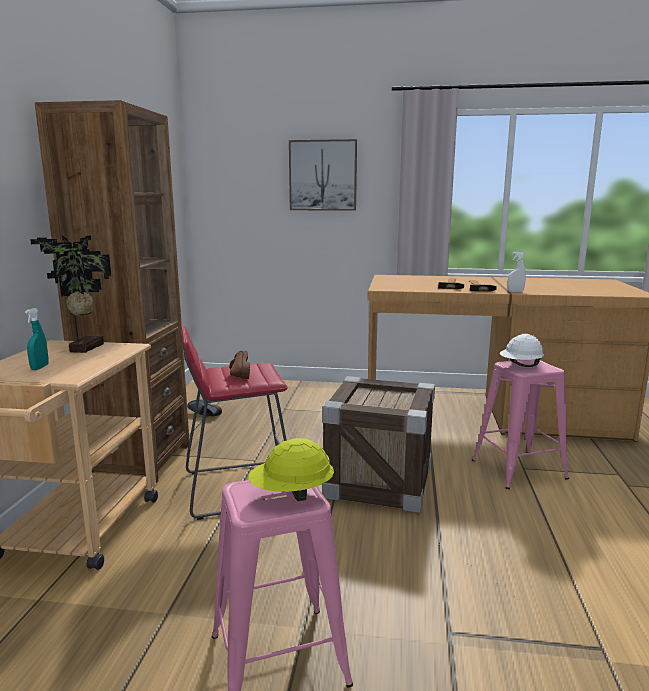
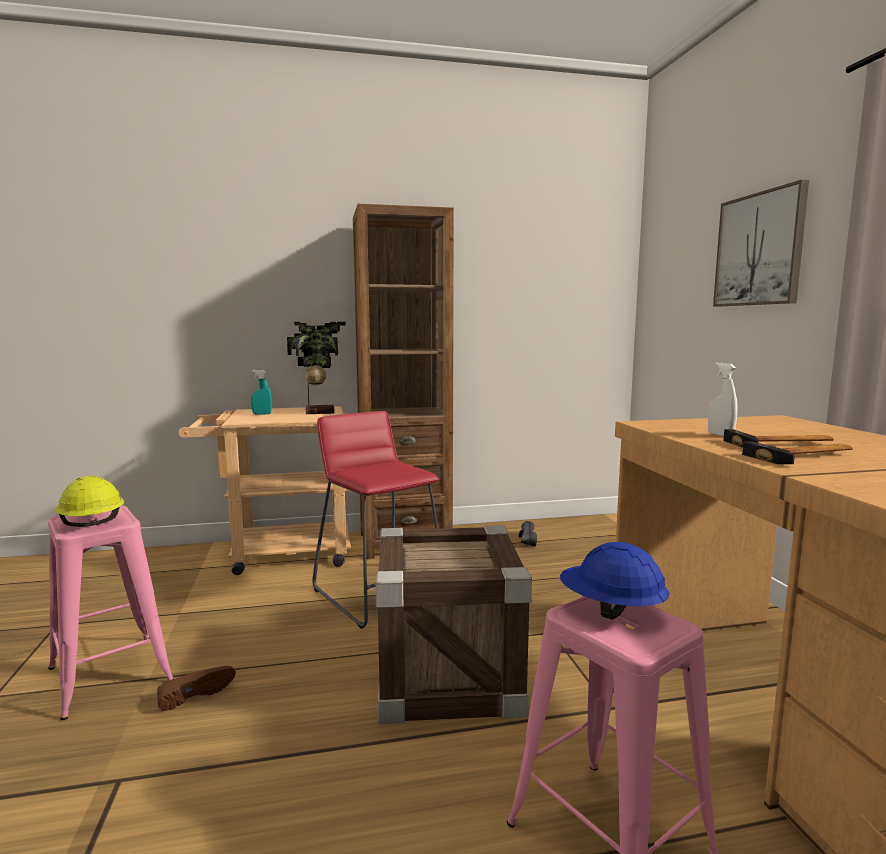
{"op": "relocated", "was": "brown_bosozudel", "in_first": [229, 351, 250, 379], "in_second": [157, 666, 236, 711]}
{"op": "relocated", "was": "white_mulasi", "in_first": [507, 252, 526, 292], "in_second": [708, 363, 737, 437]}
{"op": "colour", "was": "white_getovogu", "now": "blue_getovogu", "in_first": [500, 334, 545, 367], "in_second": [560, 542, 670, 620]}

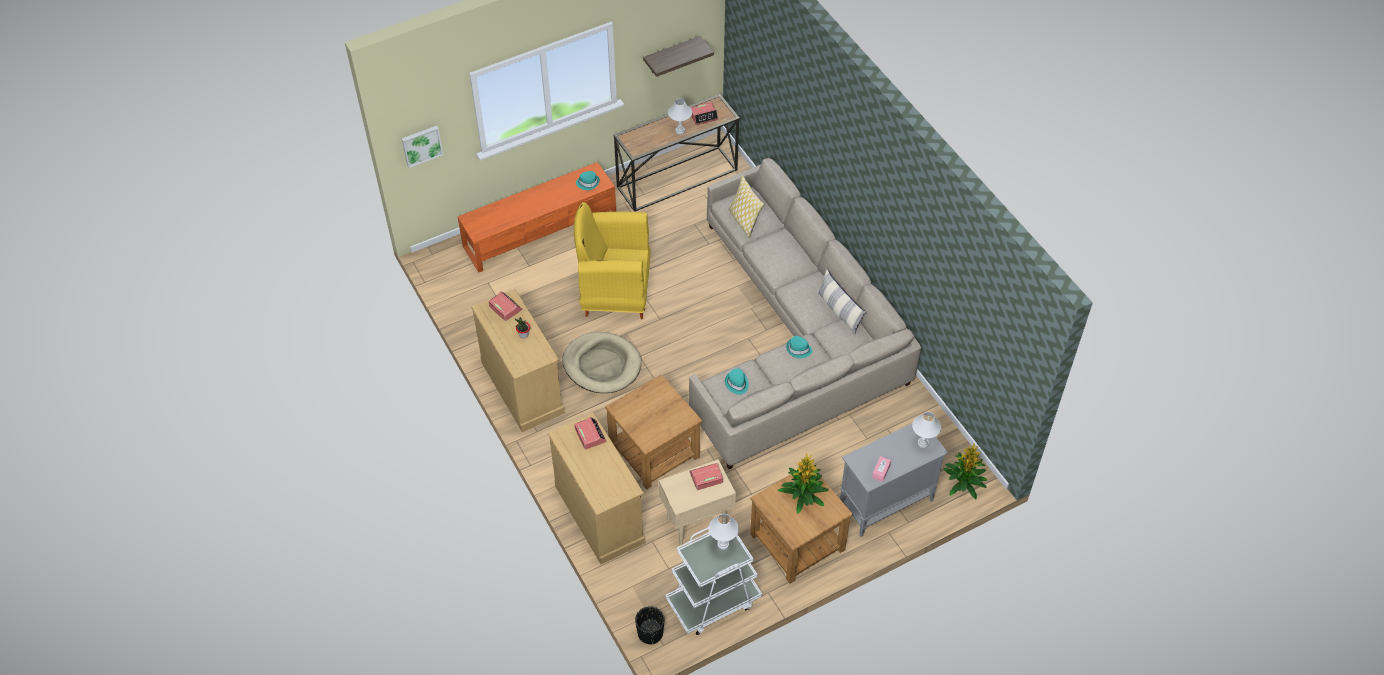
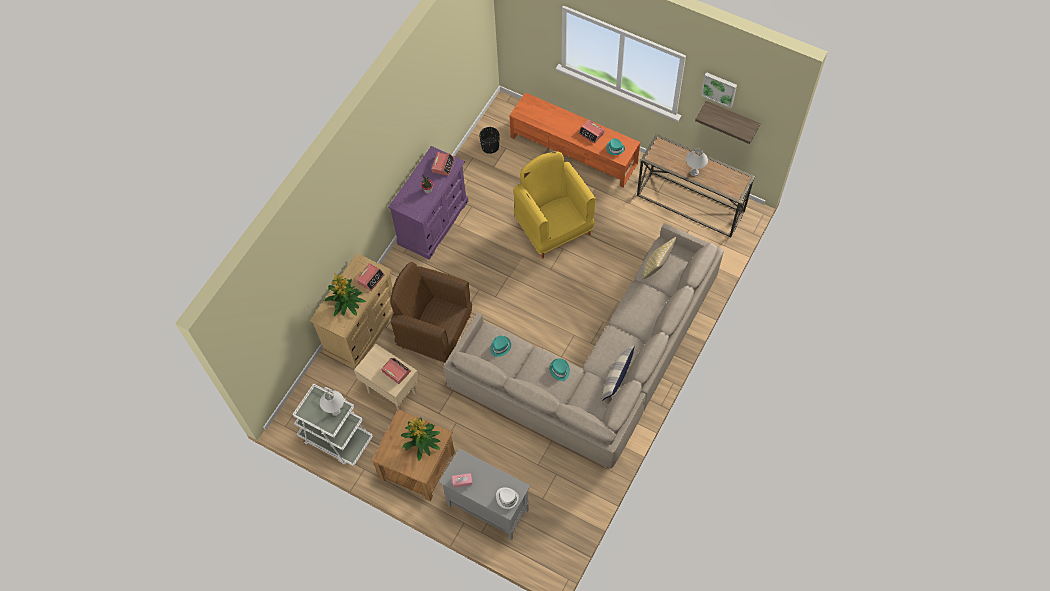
{"op": "missing", "was": "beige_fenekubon", "in_first": [562, 332, 642, 393]}
{"op": "relocated", "was": "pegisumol", "in_first": [402, 126, 443, 168], "in_second": [701, 72, 737, 108]}
{"op": "relocated", "was": "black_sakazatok", "in_first": [635, 606, 665, 644], "in_second": [479, 127, 499, 154]}
{"op": "relocated", "was": "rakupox", "in_first": [690, 102, 718, 125], "in_second": [578, 120, 605, 144]}
{"op": "relocated", "was": "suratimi", "in_first": [944, 444, 987, 499], "in_second": [325, 273, 366, 316]}
{"op": "exchanged", "was": "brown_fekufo", "now": "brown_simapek", "in_first": [605, 374, 702, 490], "in_second": [390, 262, 472, 363]}
{"op": "exchanged", "was": "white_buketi", "now": "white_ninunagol", "in_first": [912, 412, 941, 448], "in_second": [496, 488, 519, 509]}
{"op": "colour", "was": "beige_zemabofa", "now": "purple_zemabofa", "in_first": [471, 289, 565, 432], "in_second": [388, 146, 468, 260]}

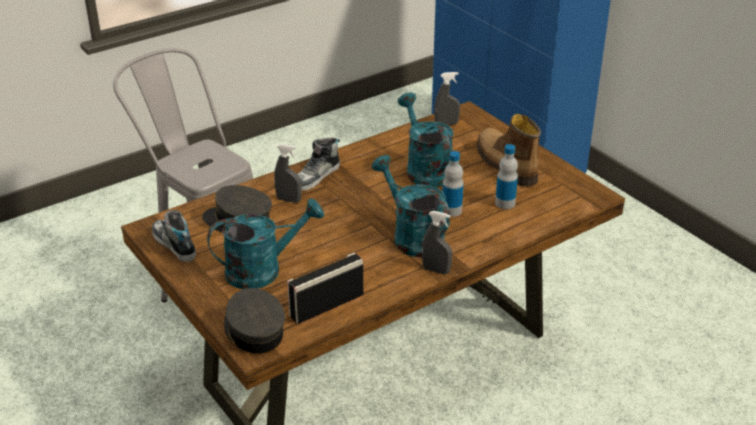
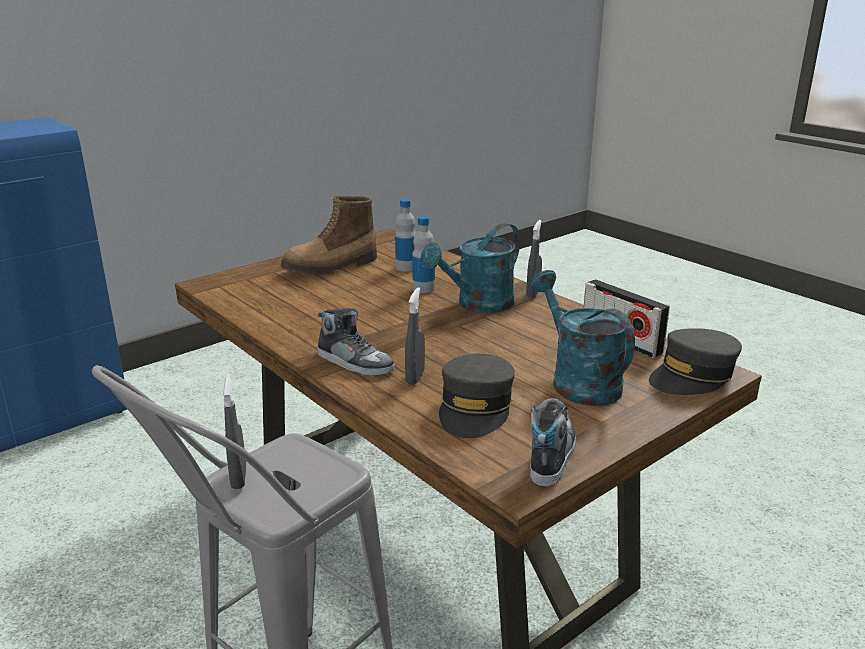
{"op": "missing", "was": "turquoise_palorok", "in_first": [398, 93, 454, 187]}
{"op": "relocated", "was": "grey_mulasi", "in_first": [434, 72, 460, 125], "in_second": [223, 373, 246, 489]}
{"op": "spun", "was": "bosozudel", "in_first": [152, 210, 196, 262], "in_second": [530, 398, 576, 487], "clockwise": 150}

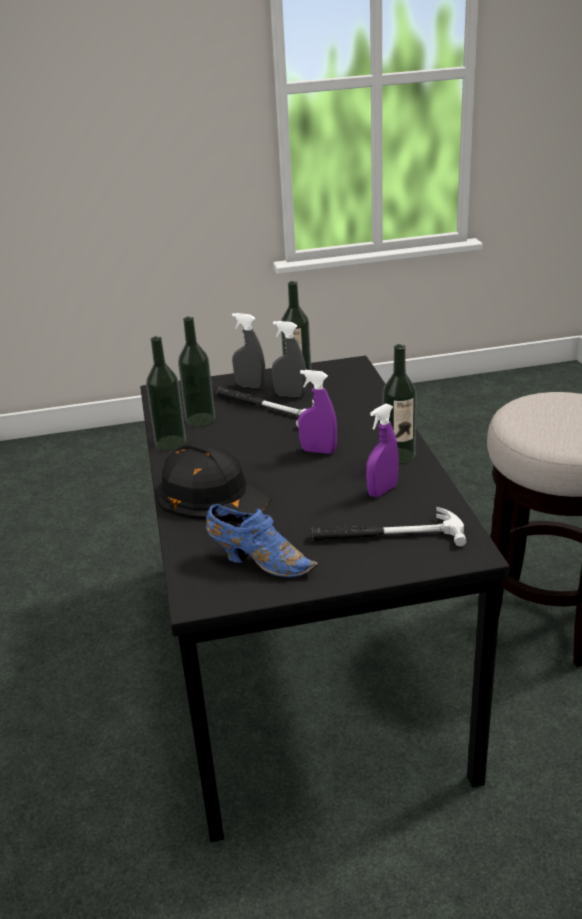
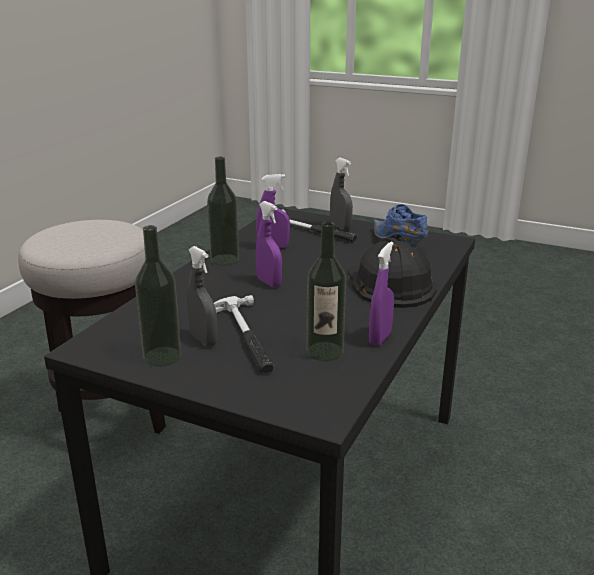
{"op": "relocated", "was": "grey_mulasi", "in_first": [232, 313, 265, 388], "in_second": [330, 158, 353, 230]}
{"op": "exchanged", "was": "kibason", "now": "purple_mulasi", "in_first": [146, 336, 186, 451], "in_second": [369, 242, 394, 346]}

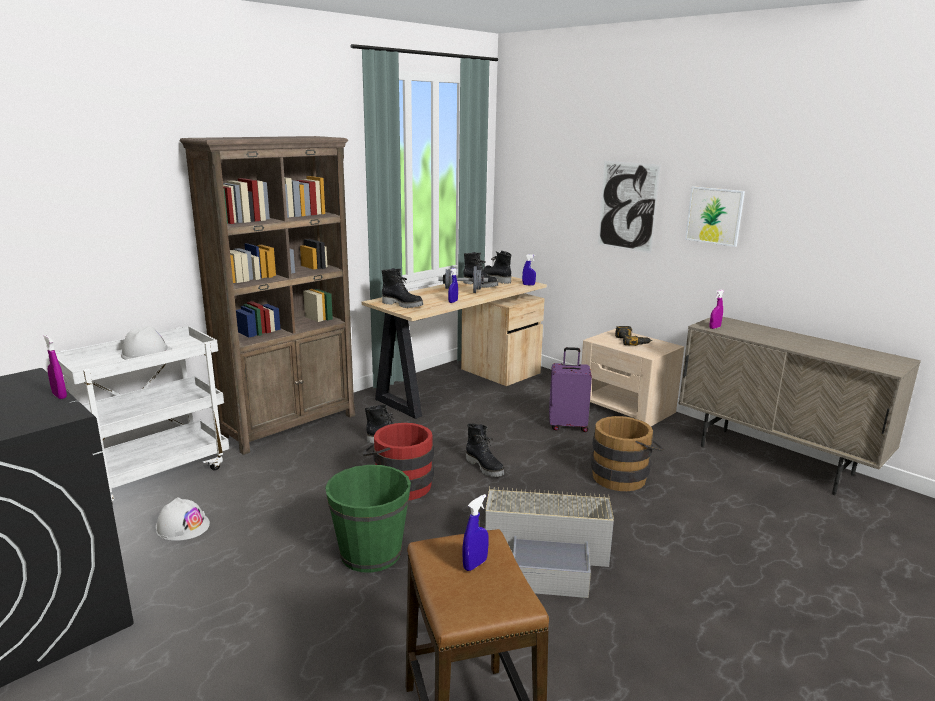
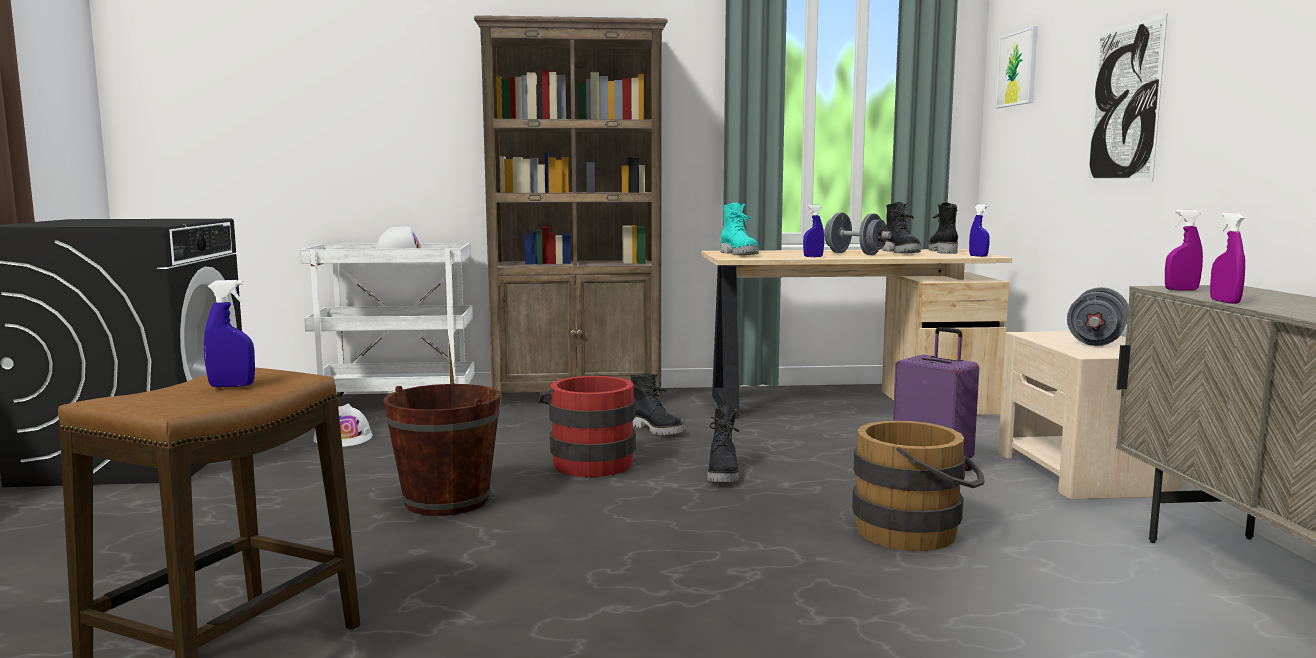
{"op": "missing", "was": "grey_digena", "in_first": [485, 487, 614, 598]}
{"op": "relocated", "was": "purple_mulasi", "in_first": [44, 335, 67, 399], "in_second": [1210, 212, 1245, 304]}
{"op": "relocated", "was": "pegisumol", "in_first": [685, 186, 745, 247], "in_second": [995, 26, 1038, 108]}
{"op": "exchanged", "was": "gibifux", "now": "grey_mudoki", "in_first": [615, 326, 652, 346], "in_second": [1067, 287, 1128, 346]}
{"op": "colour", "was": "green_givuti", "now": "brown_givuti", "in_first": [325, 465, 411, 573], "in_second": [383, 384, 501, 516]}
{"op": "colour", "was": "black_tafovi", "now": "turquoise_tafovi", "in_first": [381, 268, 423, 308], "in_second": [721, 202, 759, 255]}

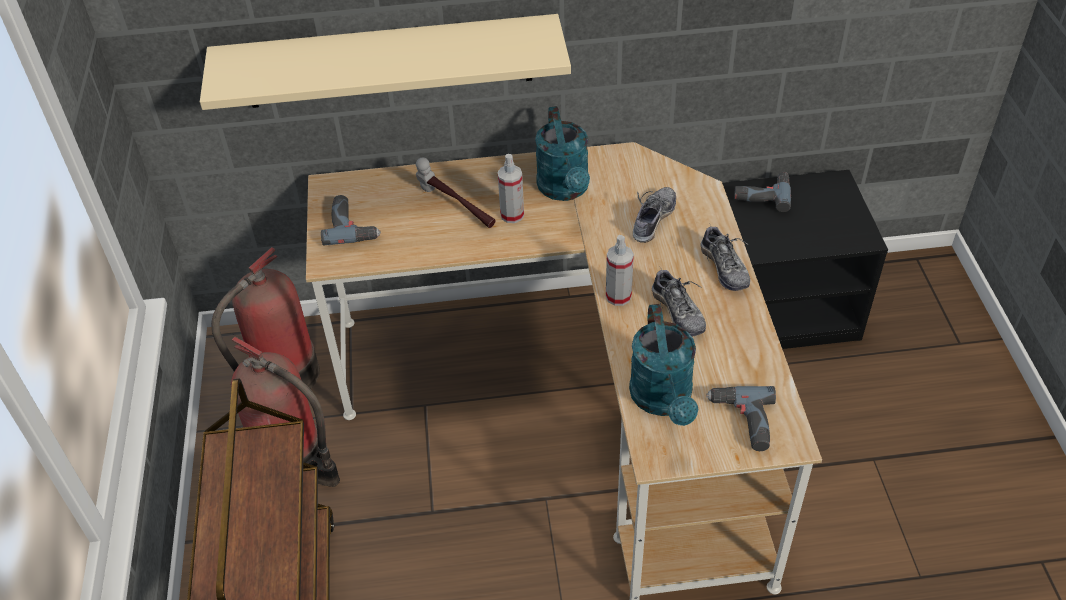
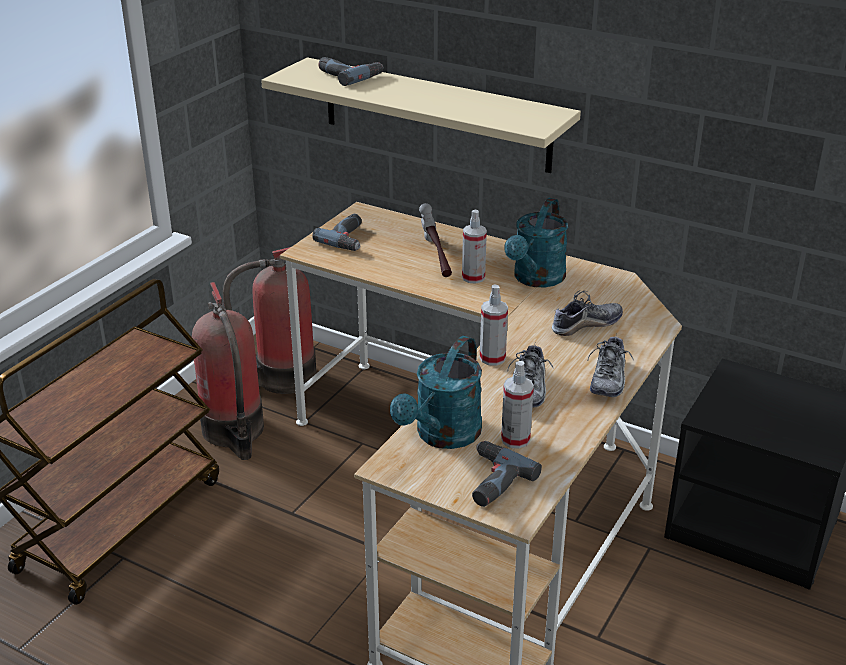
{"op": "appeared", "now": "mulasi", "in_second": [501, 361, 534, 449]}
{"op": "relocated", "was": "gibifux", "in_first": [734, 172, 791, 212], "in_second": [318, 57, 383, 86]}

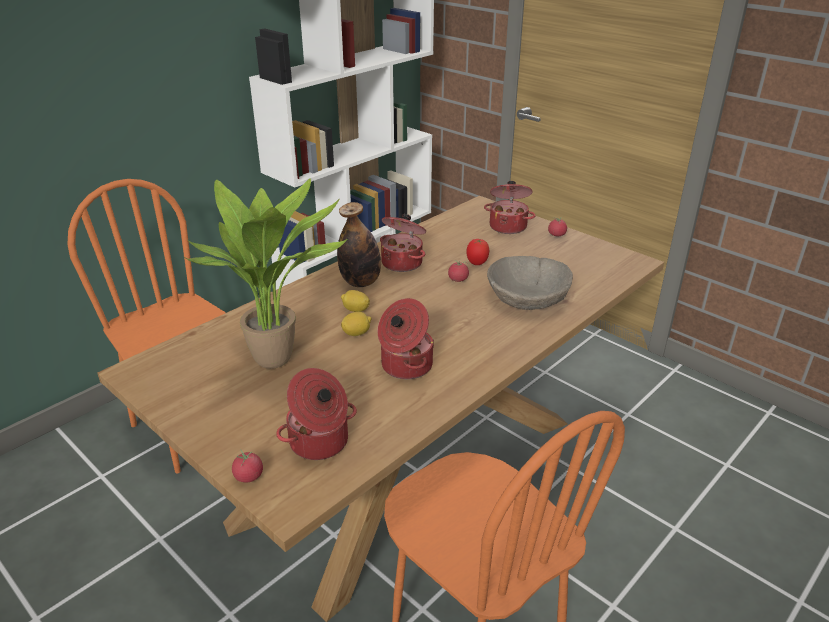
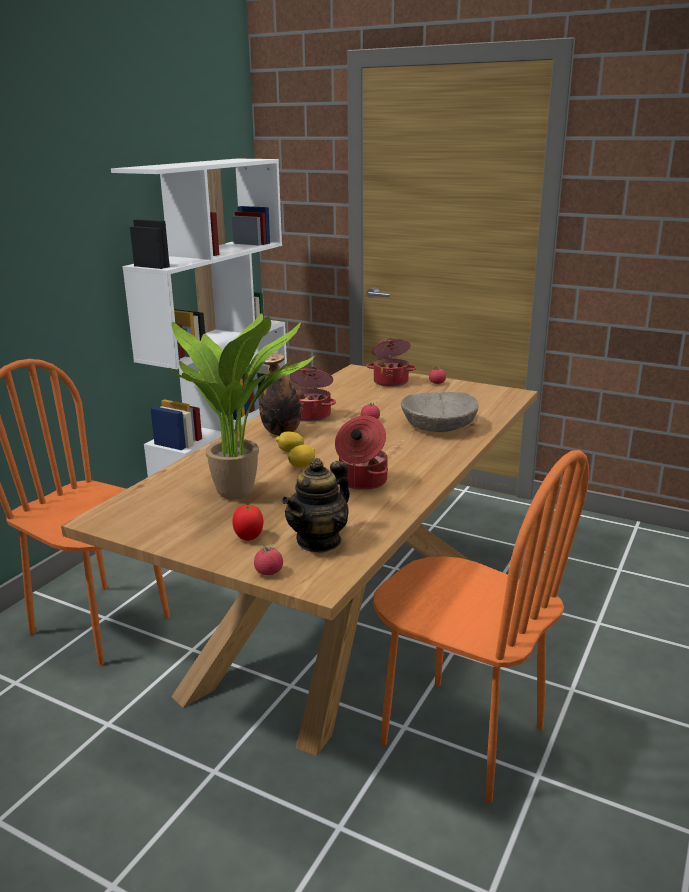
{"op": "relocated", "was": "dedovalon", "in_first": [466, 239, 489, 265], "in_second": [232, 505, 263, 541]}
{"op": "exchanged", "was": "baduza", "now": "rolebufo", "in_first": [276, 368, 357, 460], "in_second": [282, 458, 350, 553]}

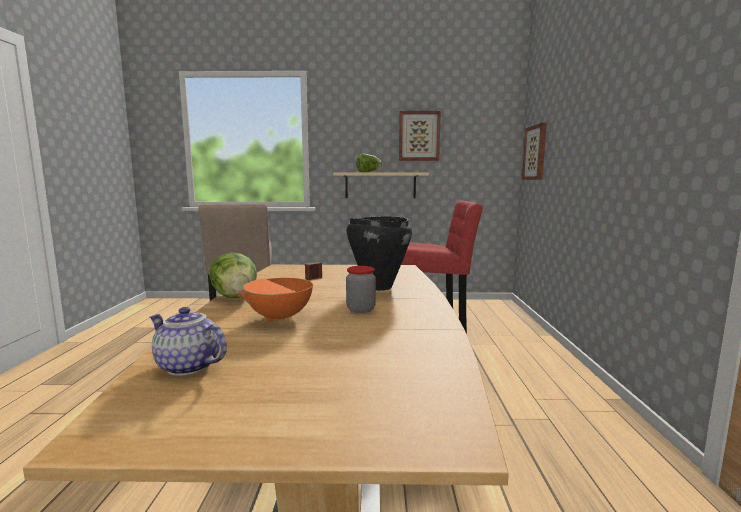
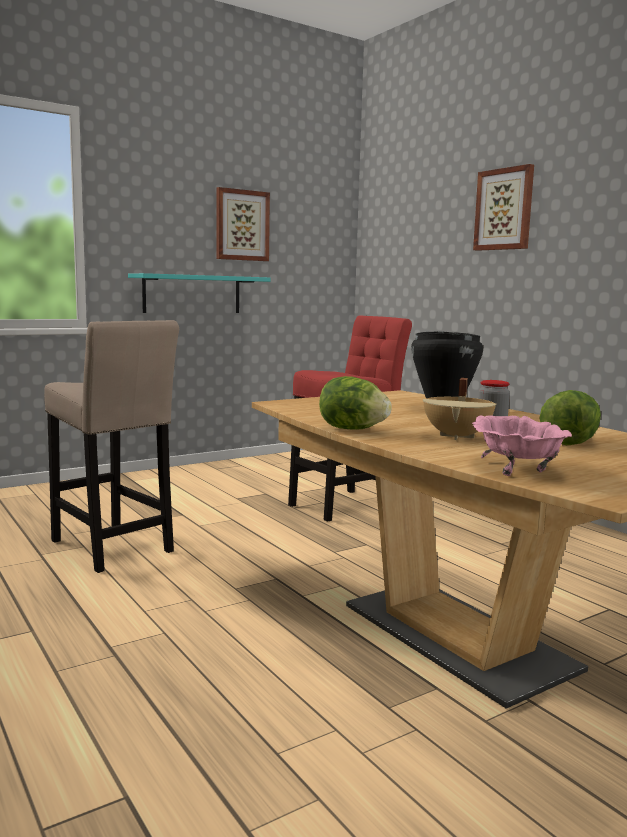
{"op": "relocated", "was": "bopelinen", "in_first": [356, 154, 382, 172], "in_second": [539, 390, 601, 445]}
{"op": "relocated", "was": "pegisumol", "in_first": [522, 123, 547, 180], "in_second": [473, 164, 534, 251]}
{"op": "exchanged", "was": "rolebufo", "now": "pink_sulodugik", "in_first": [149, 307, 227, 376], "in_second": [472, 415, 572, 476]}
{"op": "colour", "was": "orange_baduza", "now": "beige_baduza", "in_first": [236, 262, 322, 322], "in_second": [423, 378, 496, 440]}
{"op": "colour", "was": "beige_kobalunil", "now": "turquoise_kobalunil", "in_first": [333, 172, 429, 198], "in_second": [128, 273, 270, 313]}

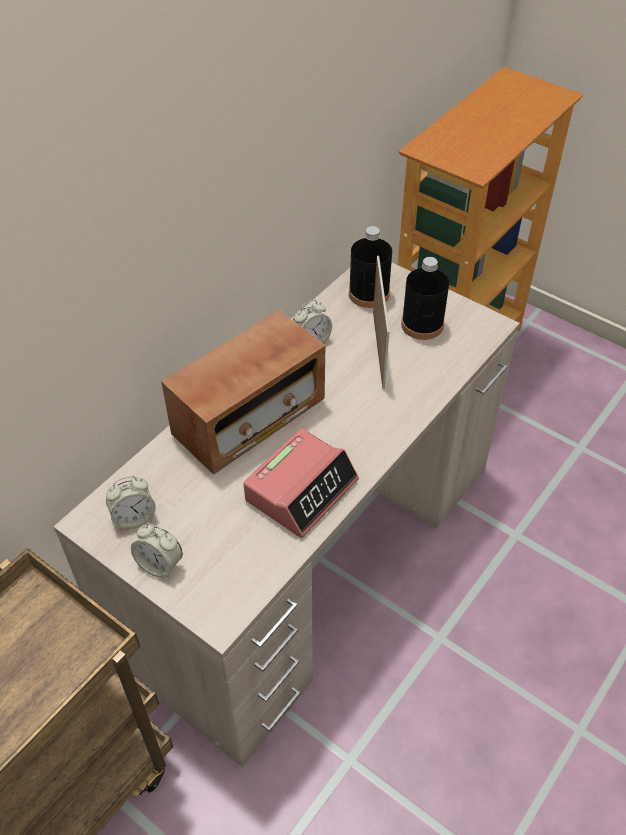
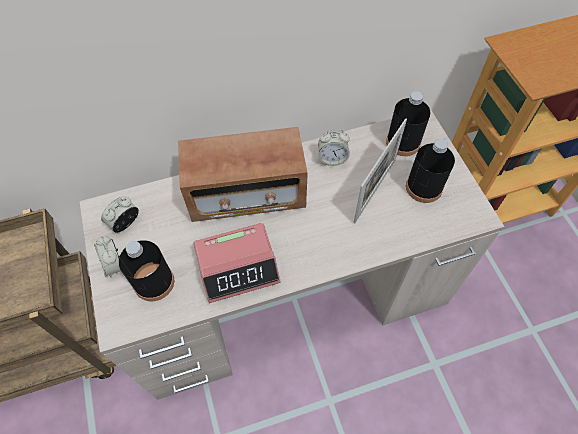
{"op": "appeared", "now": "black_kibason", "in_second": [119, 240, 174, 301]}
{"op": "spun", "was": "rakupox", "in_first": [106, 476, 156, 530], "in_second": [101, 196, 139, 233], "clockwise": 120}

